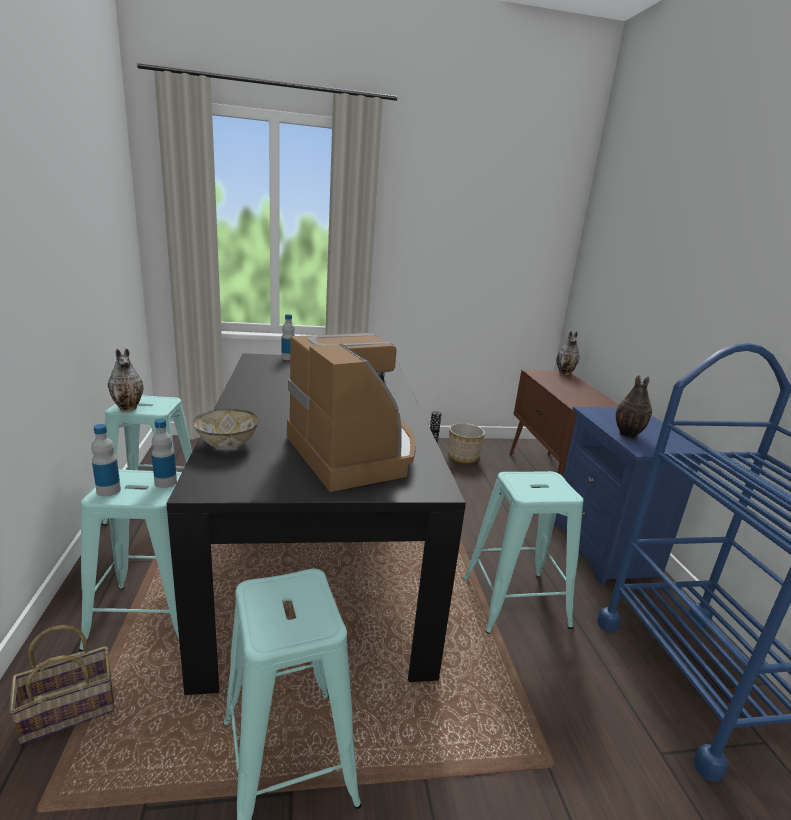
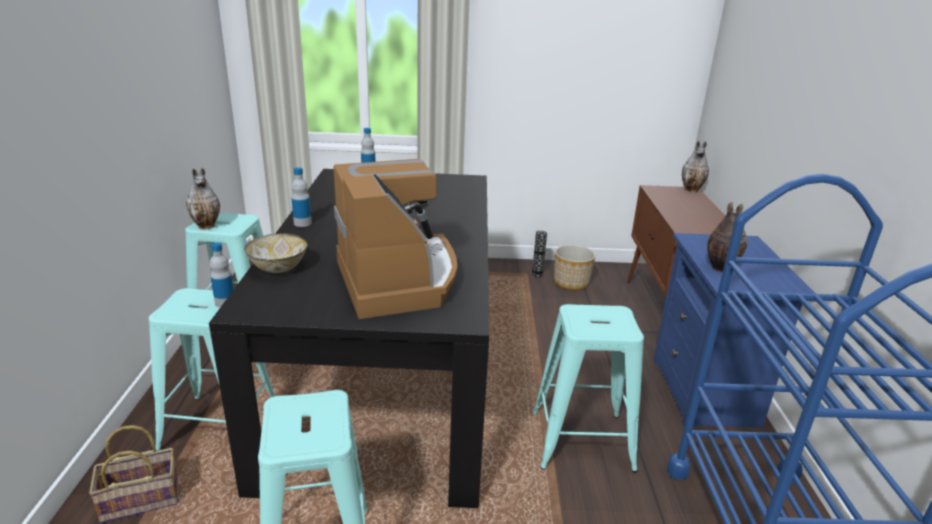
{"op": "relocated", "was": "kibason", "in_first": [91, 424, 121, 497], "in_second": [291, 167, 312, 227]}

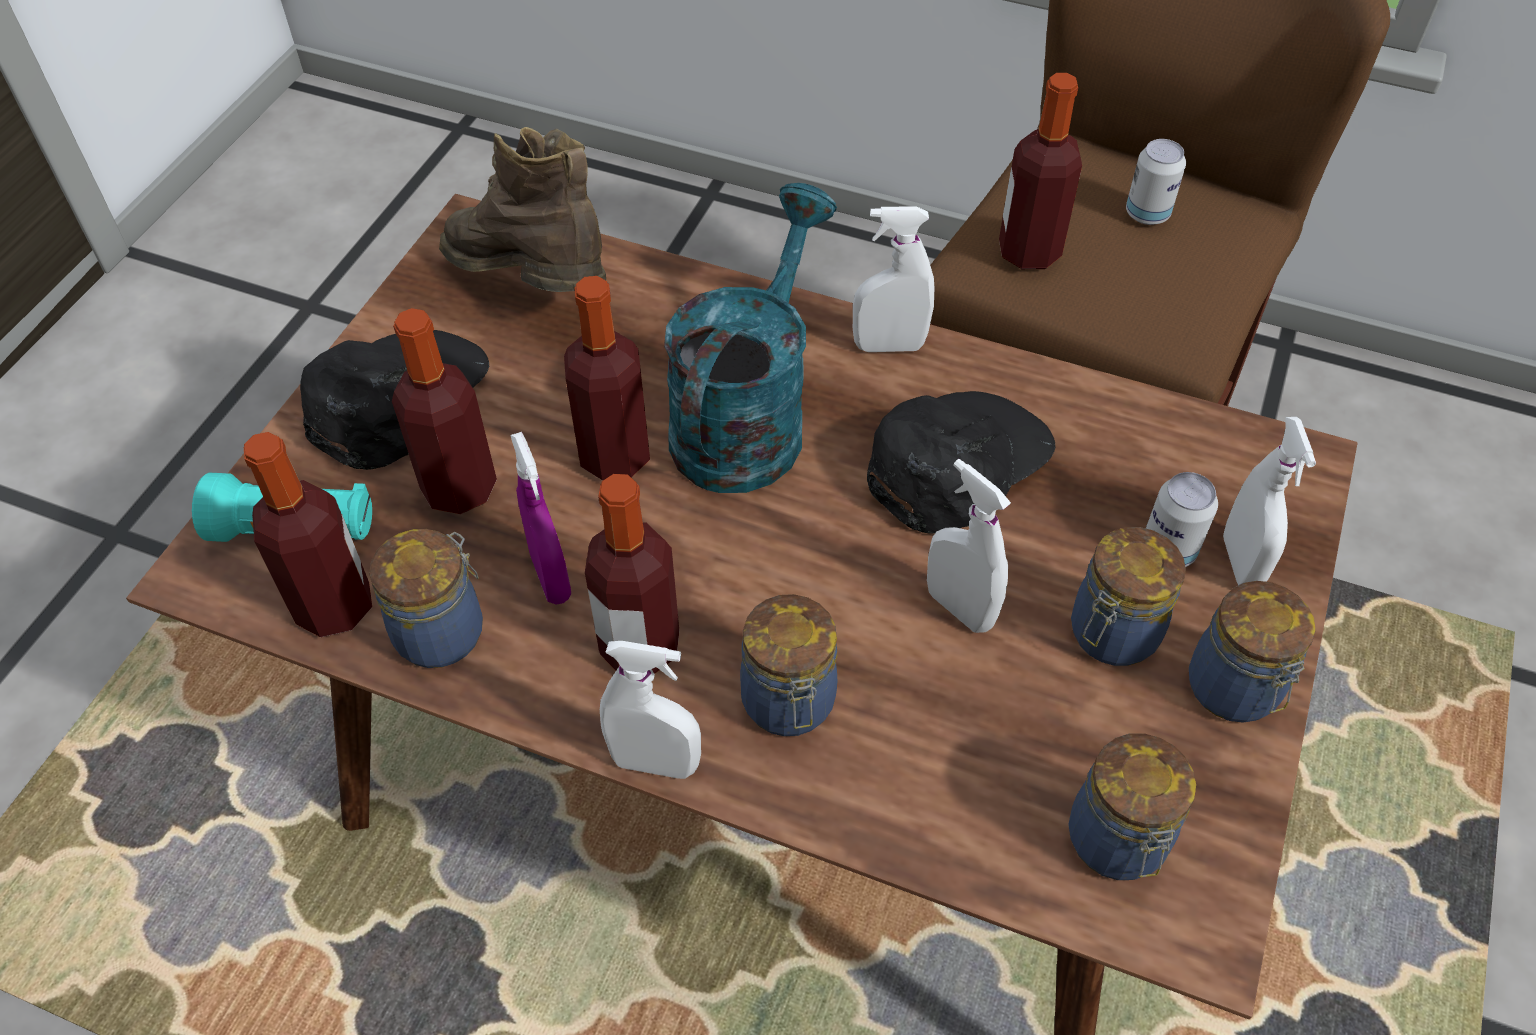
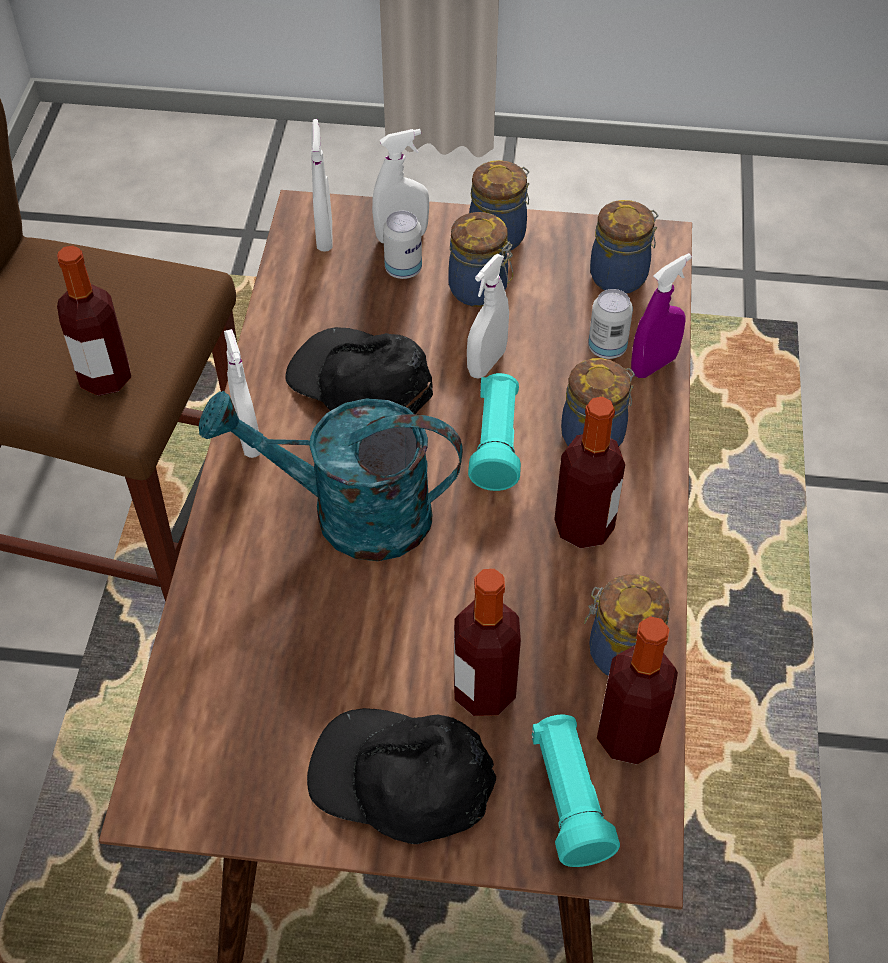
{"op": "missing", "was": "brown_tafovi", "in_first": [439, 127, 606, 292]}
{"op": "missing", "was": "kibason", "in_first": [564, 276, 650, 481]}
{"op": "appeared", "now": "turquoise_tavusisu", "in_second": [468, 373, 521, 491]}
{"op": "relocated", "was": "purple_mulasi", "in_first": [510, 432, 571, 605], "in_second": [631, 253, 692, 378]}
{"op": "relocated", "was": "white_mulasi", "in_first": [600, 641, 701, 779], "in_second": [311, 119, 333, 252]}
{"op": "relocated", "was": "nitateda", "in_first": [1126, 139, 1186, 225], "in_second": [588, 289, 633, 359]}

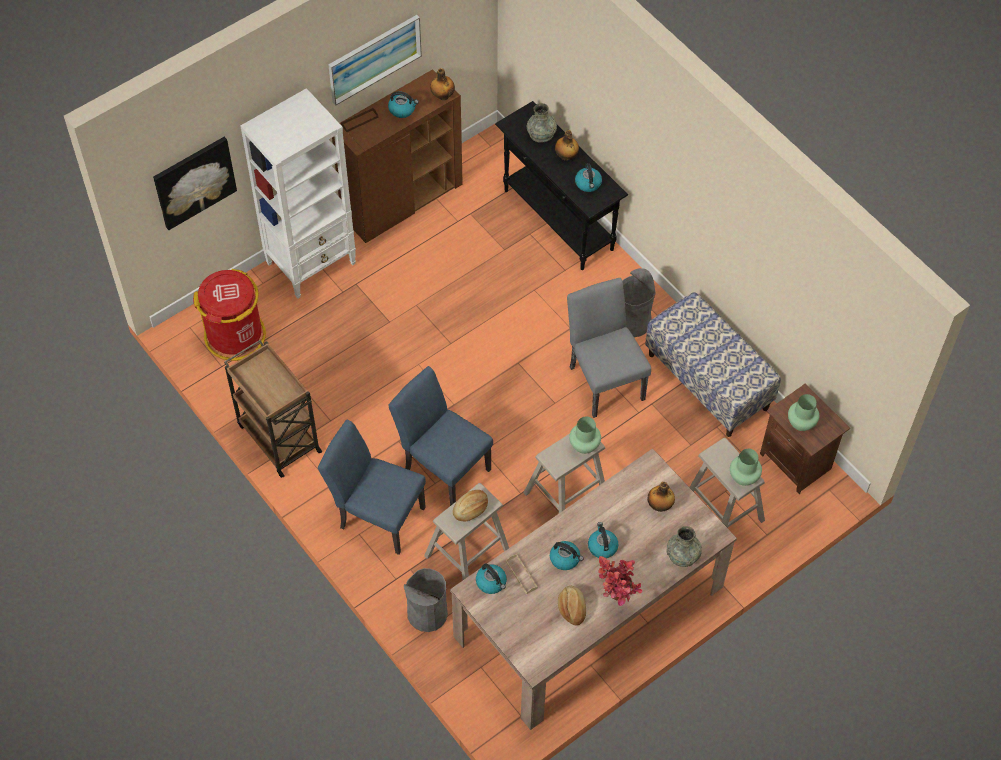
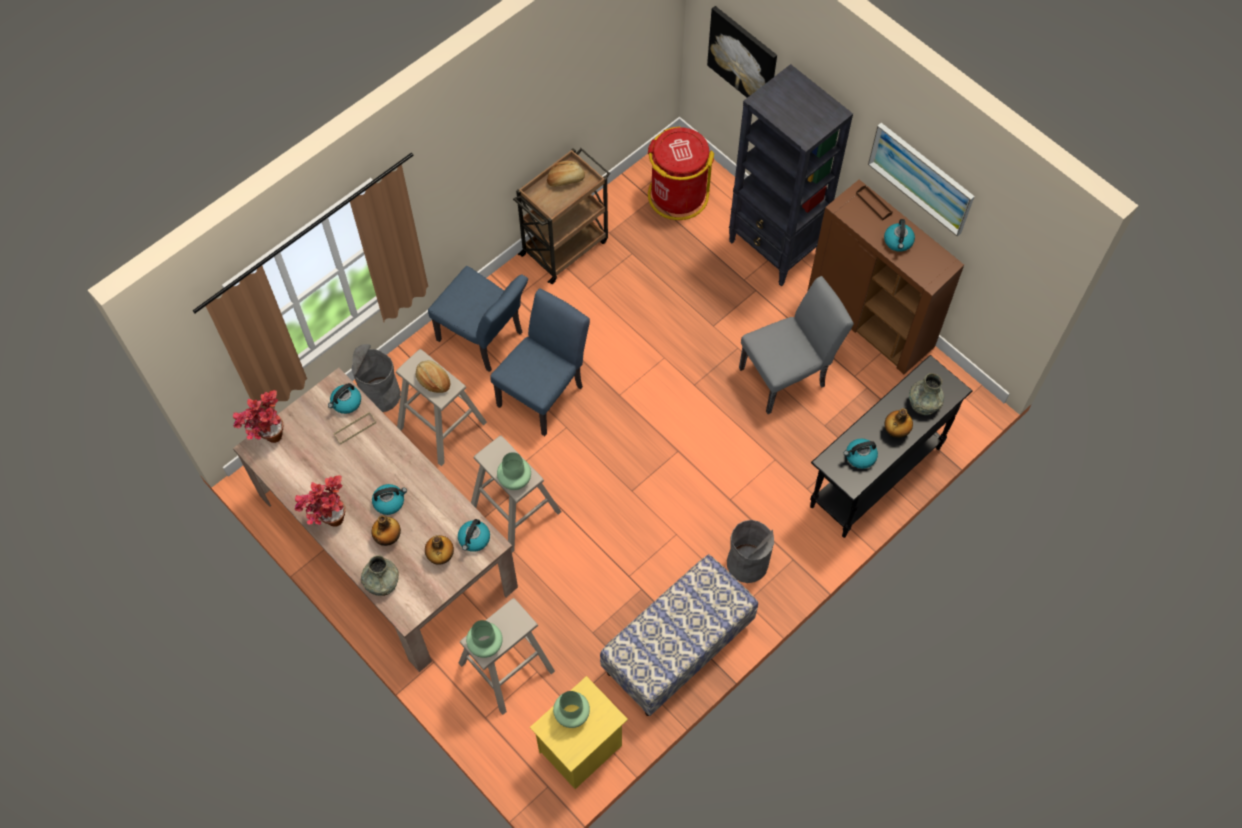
{"op": "appeared", "now": "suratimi", "in_second": [233, 390, 283, 443]}
{"op": "relocated", "was": "kibason", "in_first": [430, 68, 455, 100], "in_second": [371, 515, 401, 546]}
{"op": "relocated", "was": "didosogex", "in_first": [550, 541, 584, 570], "in_second": [458, 519, 490, 552]}
{"op": "relocated", "was": "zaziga", "in_first": [558, 586, 586, 626], "in_second": [547, 161, 585, 187]}
{"op": "relocated", "was": "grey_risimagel", "in_first": [567, 278, 651, 418], "in_second": [739, 276, 854, 414]}
{"op": "colour", "was": "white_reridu", "now": "black_reridu", "in_first": [240, 88, 356, 299], "in_second": [729, 64, 853, 287]}
{"op": "colour", "was": "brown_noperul", "now": "yellow_noperul", "in_first": [760, 384, 850, 494], "in_second": [530, 676, 628, 789]}
{"op": "spun", "was": "blue_risimagel", "in_first": [318, 420, 426, 555], "in_second": [428, 266, 528, 372], "clockwise": 105}

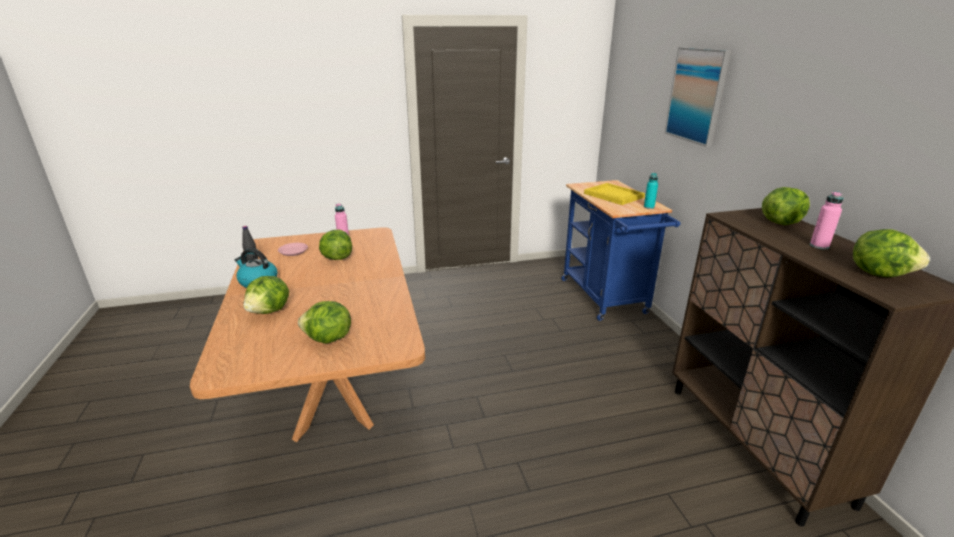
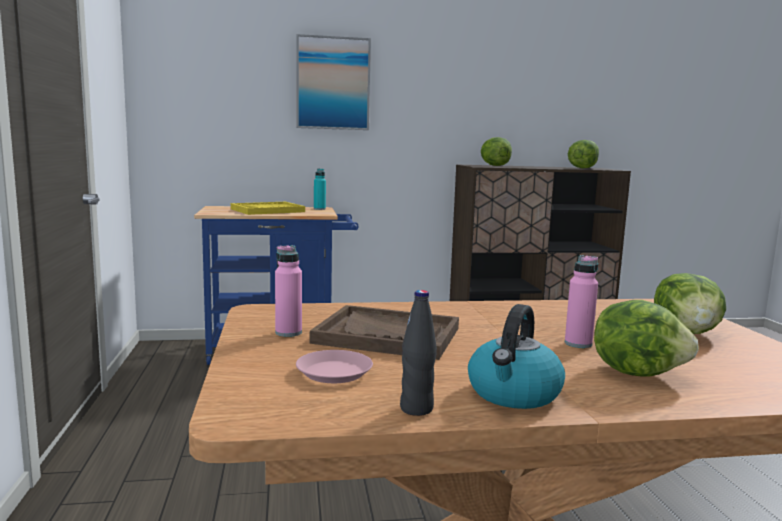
{"op": "relocated", "was": "pink_kibason", "in_first": [810, 191, 843, 249], "in_second": [565, 255, 598, 348]}
{"op": "exchanged", "was": "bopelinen", "now": "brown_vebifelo", "in_first": [319, 229, 352, 260], "in_second": [310, 305, 459, 360]}

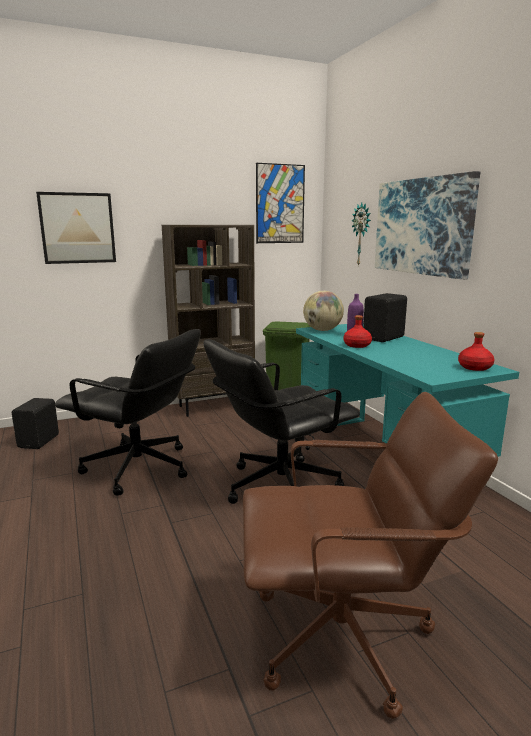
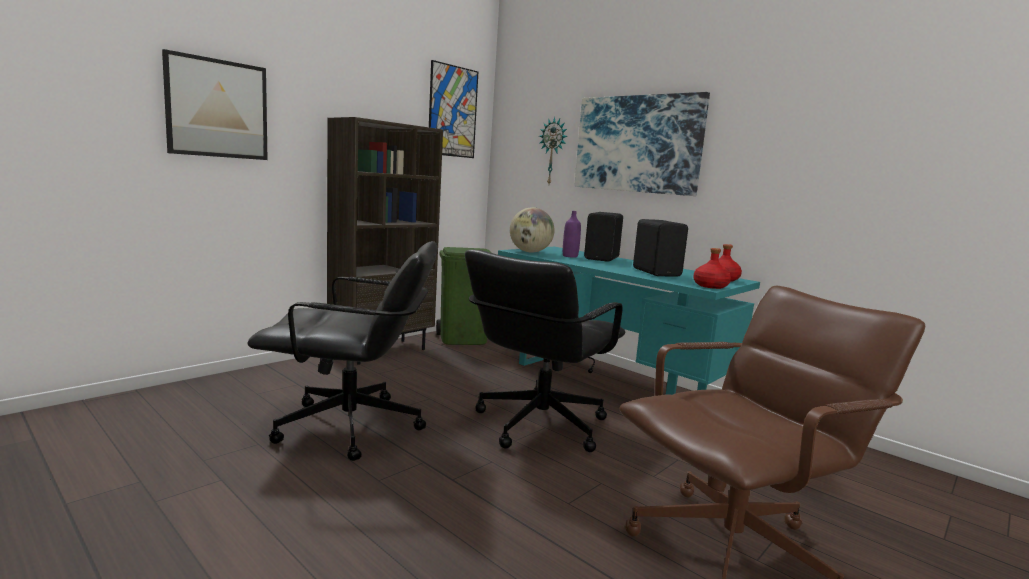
{"op": "relocated", "was": "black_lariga", "in_first": [12, 398, 59, 449], "in_second": [633, 219, 688, 277]}
{"op": "relocated", "was": "red_kibason", "in_first": [343, 315, 372, 348], "in_second": [693, 248, 731, 289]}

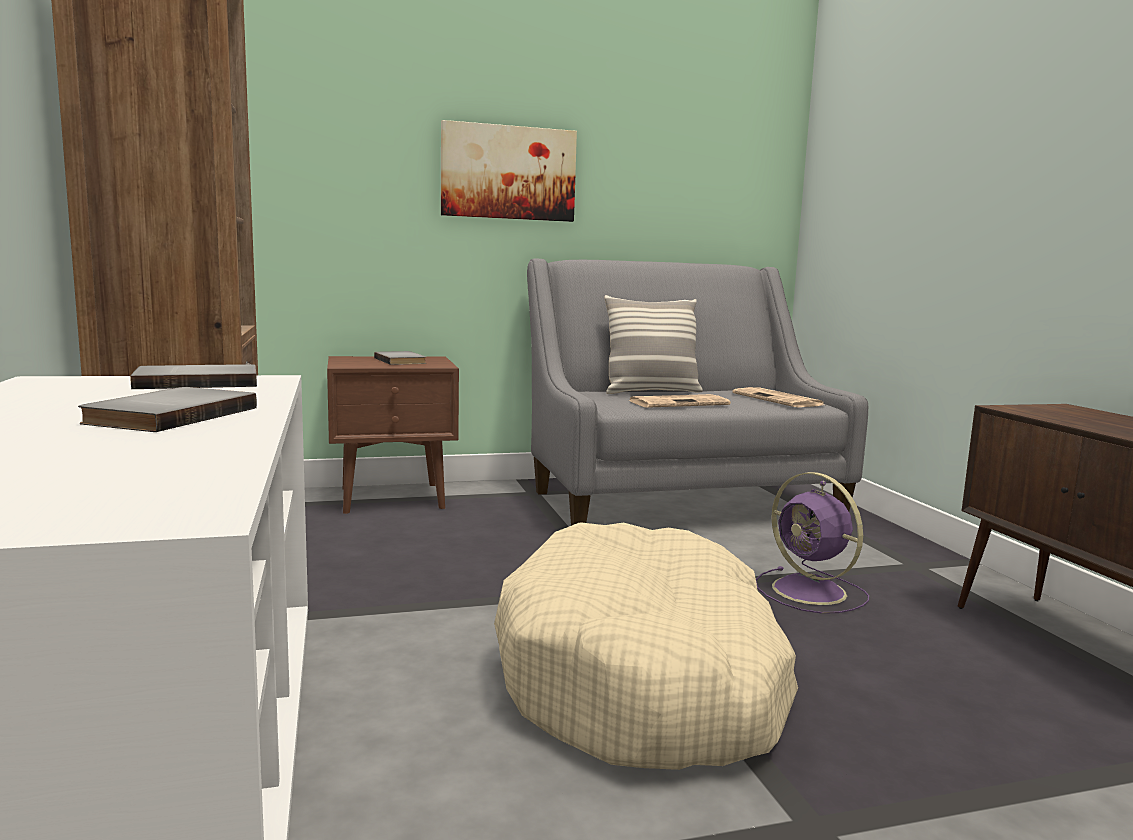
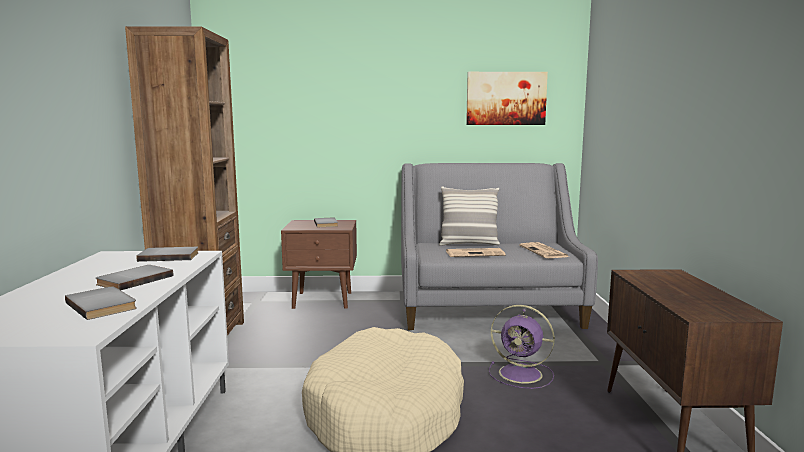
{"op": "appeared", "now": "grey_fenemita", "in_second": [65, 286, 137, 320]}
{"op": "relocated", "was": "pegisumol", "in_first": [441, 120, 577, 222], "in_second": [466, 72, 548, 125]}
{"op": "spun", "was": "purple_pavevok", "in_first": [756, 472, 869, 614], "in_second": [489, 305, 555, 389], "clockwise": -45}

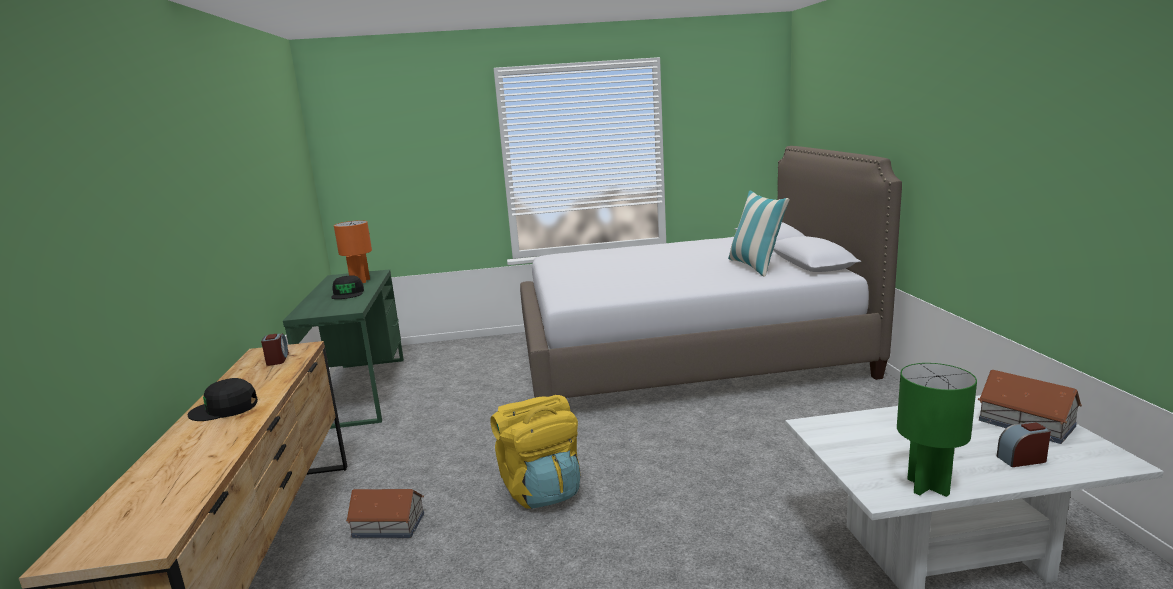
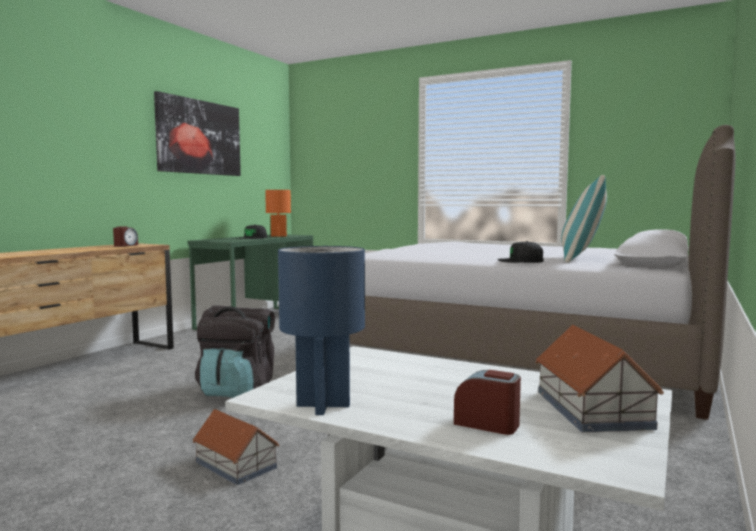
{"op": "appeared", "now": "pegisumol", "in_second": [154, 91, 241, 176]}
{"op": "relocated", "was": "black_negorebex", "in_first": [188, 378, 258, 421], "in_second": [498, 241, 544, 263]}
{"op": "relocated", "was": "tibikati", "in_first": [346, 489, 424, 538], "in_second": [192, 409, 279, 485]}
{"op": "colour", "was": "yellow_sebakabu", "now": "black_sebakabu", "in_first": [490, 395, 580, 509], "in_second": [195, 306, 275, 398]}
{"op": "colour", "was": "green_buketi", "now": "blue_buketi", "in_first": [897, 363, 977, 497], "in_second": [278, 246, 365, 415]}

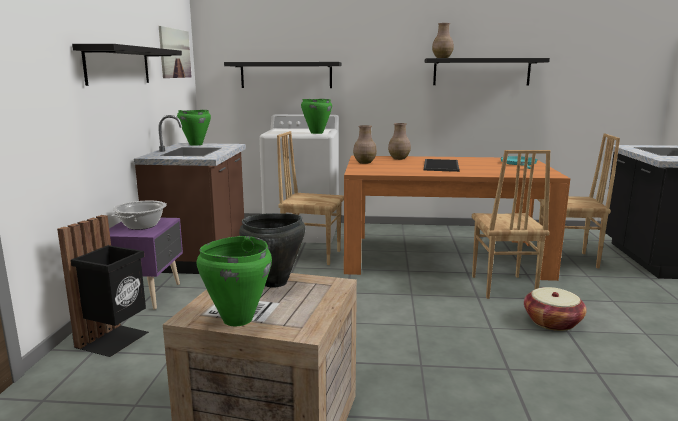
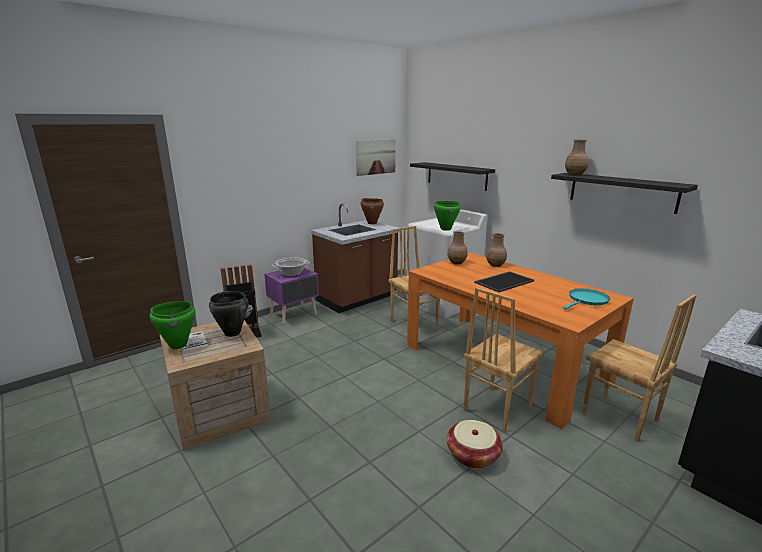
{"op": "missing", "was": "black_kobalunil", "in_first": [72, 44, 182, 86]}
{"op": "colour", "was": "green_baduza", "now": "brown_baduza", "in_first": [177, 110, 211, 146], "in_second": [361, 198, 384, 224]}

